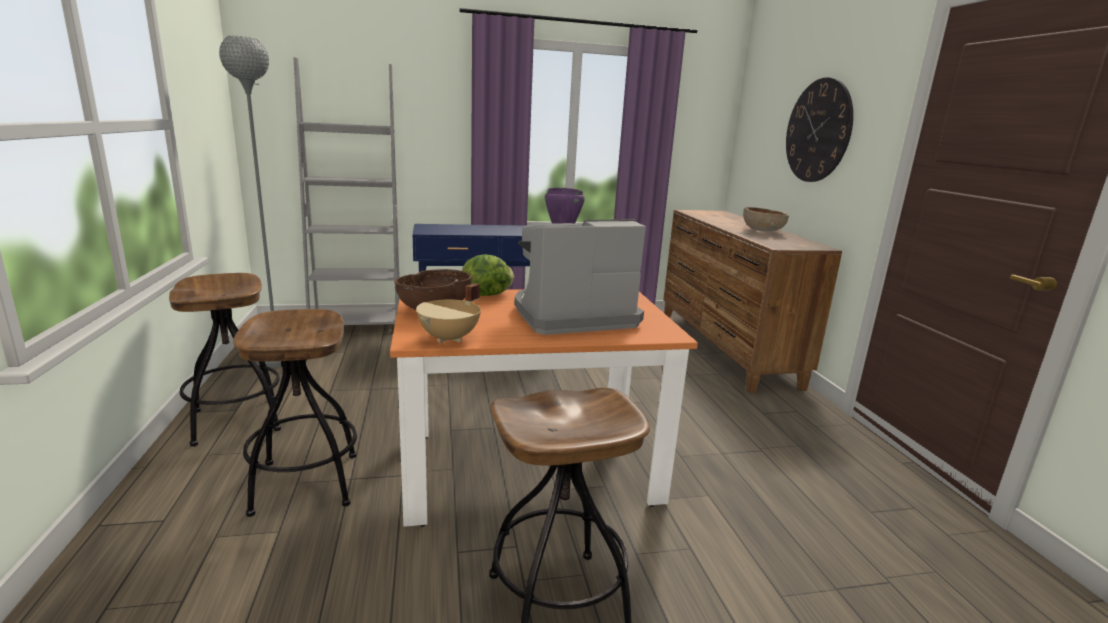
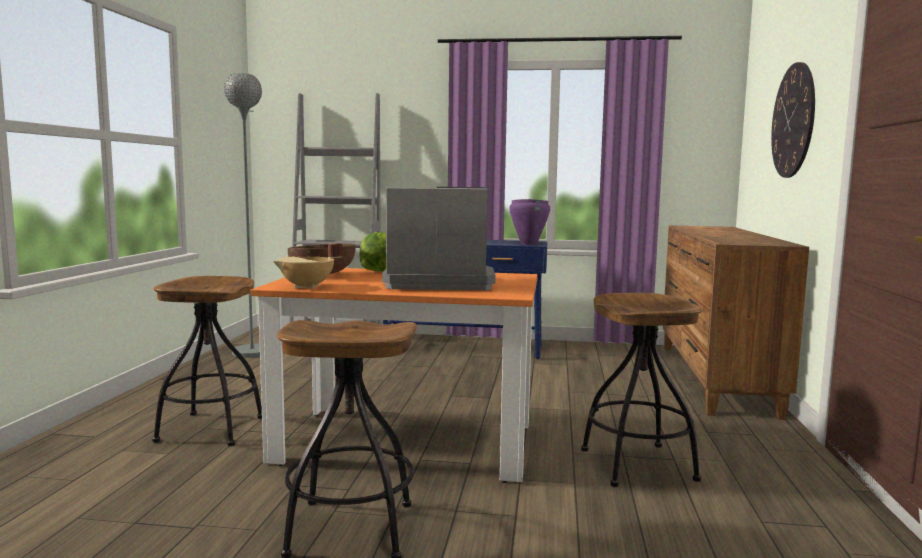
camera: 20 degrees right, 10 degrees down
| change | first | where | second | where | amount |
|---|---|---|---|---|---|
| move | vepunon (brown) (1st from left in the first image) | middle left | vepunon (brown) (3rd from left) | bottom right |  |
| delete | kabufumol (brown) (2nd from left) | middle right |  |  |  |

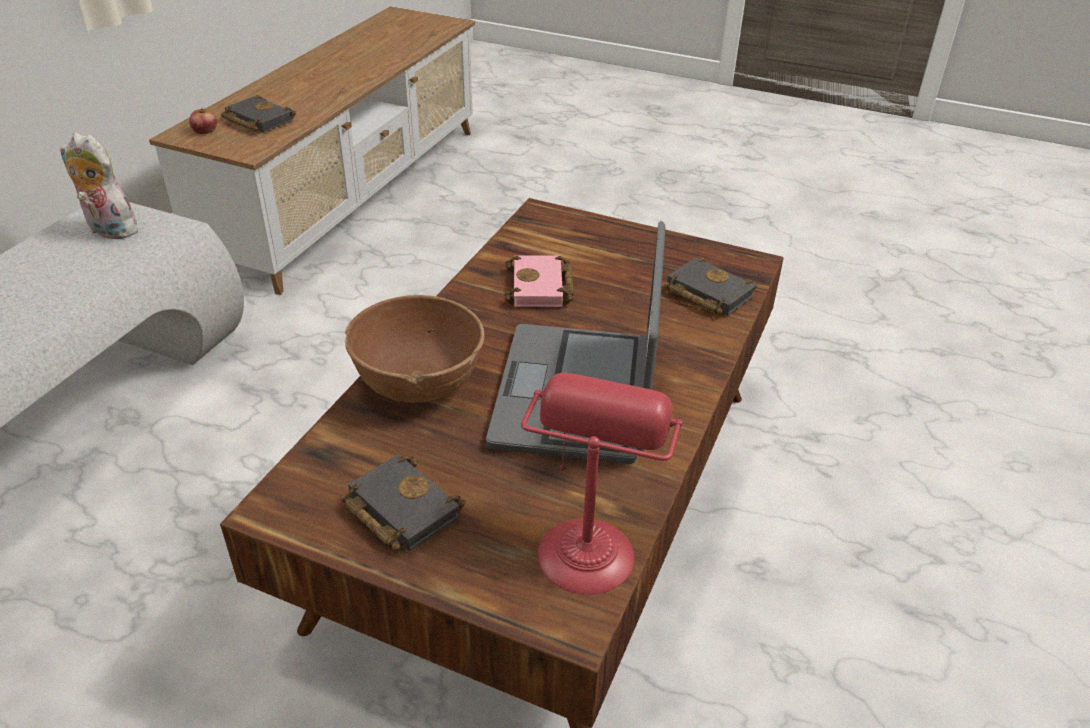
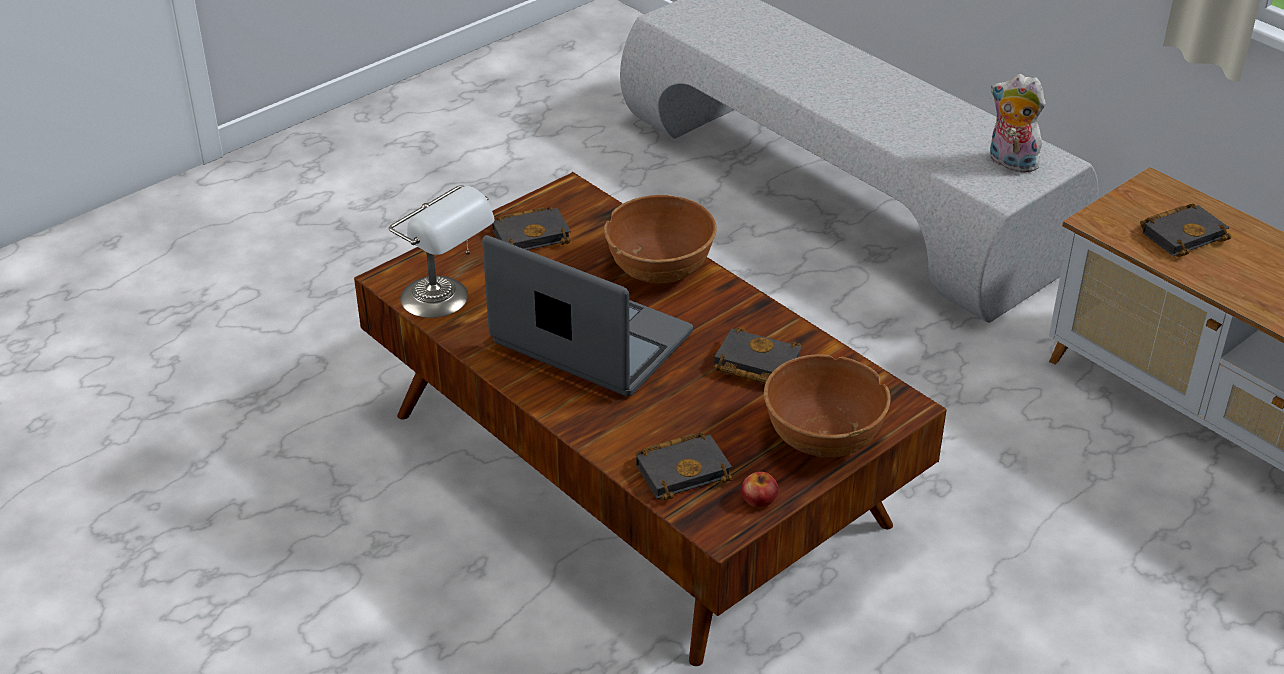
camera: 115 degrees right, 0 degrees up
| change | first | where | second | where | amount |
|---|---|---|---|---|---|
| rotate | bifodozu | top left |  | top right | 105 degrees counterclockwise |
| move | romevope | top left |  | bottom centre |  |
| recolor | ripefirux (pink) | centre | ripefirux (black) (3rd from left) | centre |  |
| recolor | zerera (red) | centre | zerera (white) | centre |  |
| insert |  |  | kabufumol (brown) (2nd from left) | centre |  |

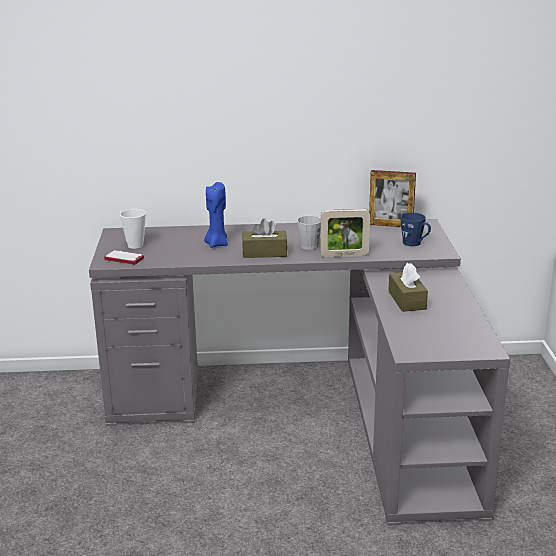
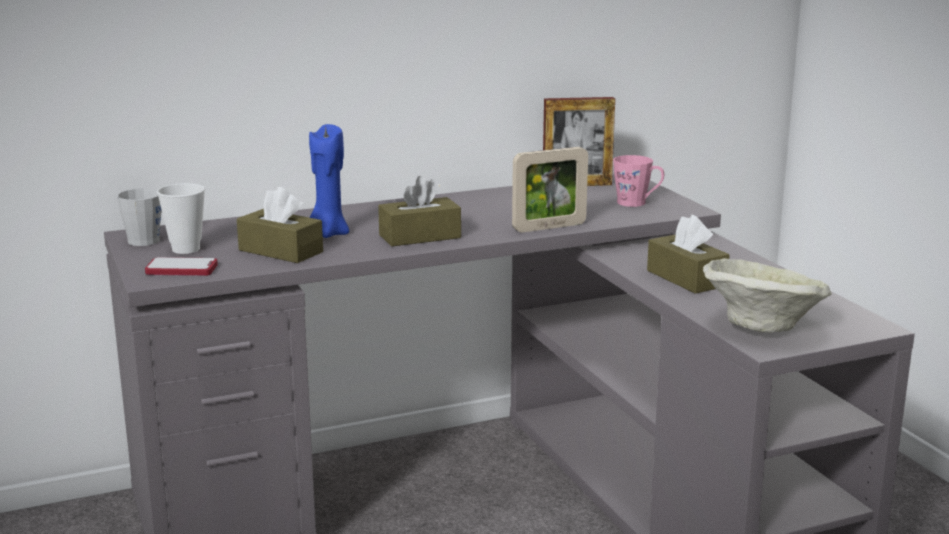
camera: 20 degrees left, 5 degrees down
| change | first | where | second | where | amount |
|---|---|---|---|---|---|
| move | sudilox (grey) | centre |  | middle left |  |
| recolor | sudilox (blue) | middle right | sudilox (pink) | middle right |  |
| insert |  |  | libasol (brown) (1st from left) | middle left |  |
| insert |  |  | kabufumol (beige) | middle right |  |

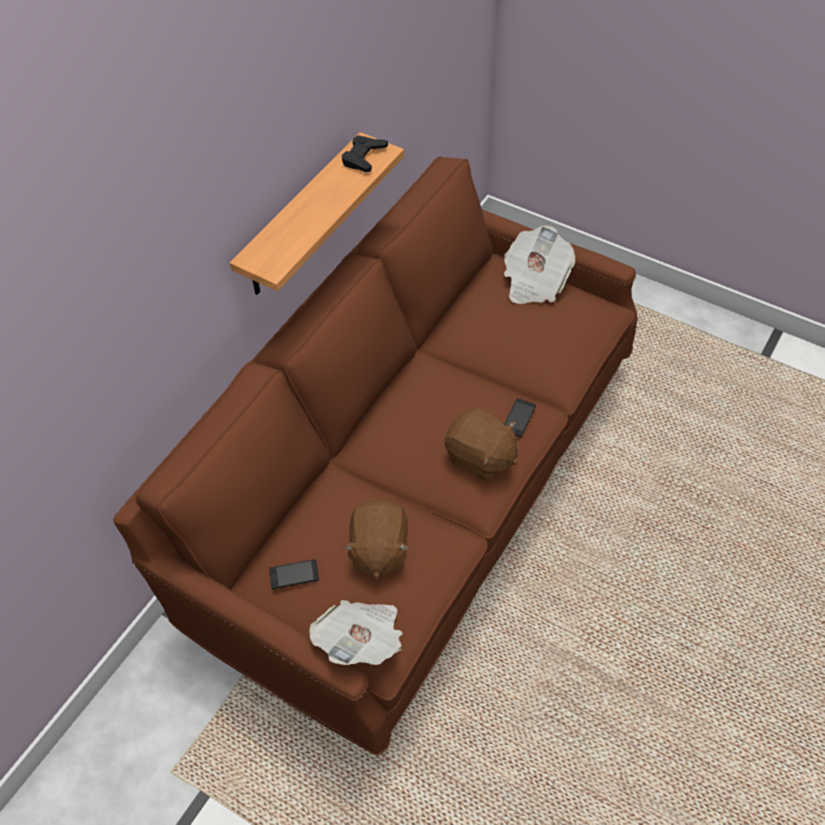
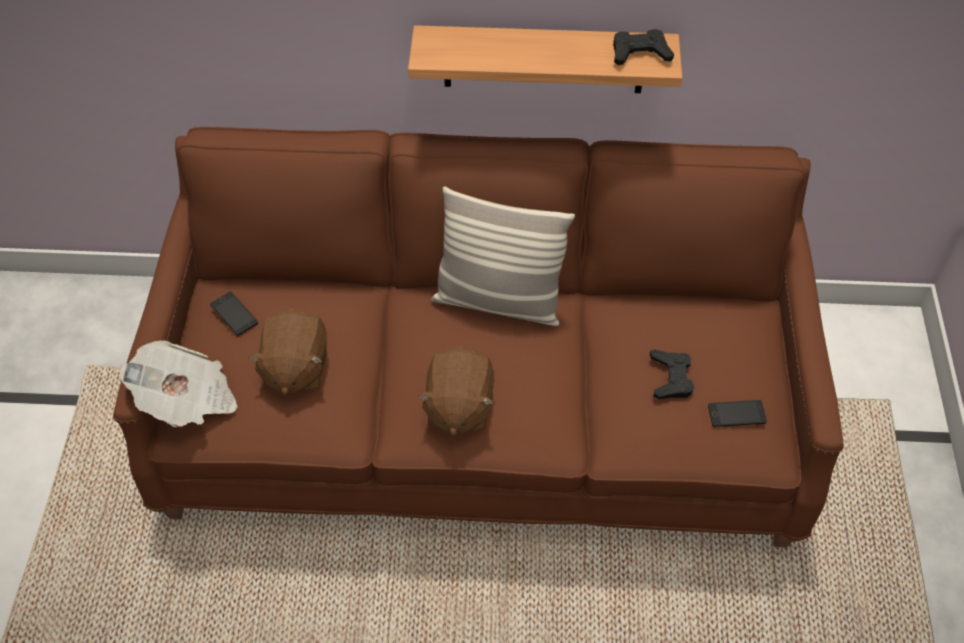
camera: 60 degrees right, 0 degrees up
| change | first | where | second | where | amount |
|---|---|---|---|---|---|
| rotate | bifodozu (brown) (1st from left) | centre |  | middle left | 60 degrees counterclockwise |
| delete | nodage (2nd from left) | top centre |  |  |  |
| move | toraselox (2nd from left) | centre |  | middle right |  |
| insert |  |  | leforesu | centre |  |
| insert |  |  | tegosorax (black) (2nd from left) | middle right |  |

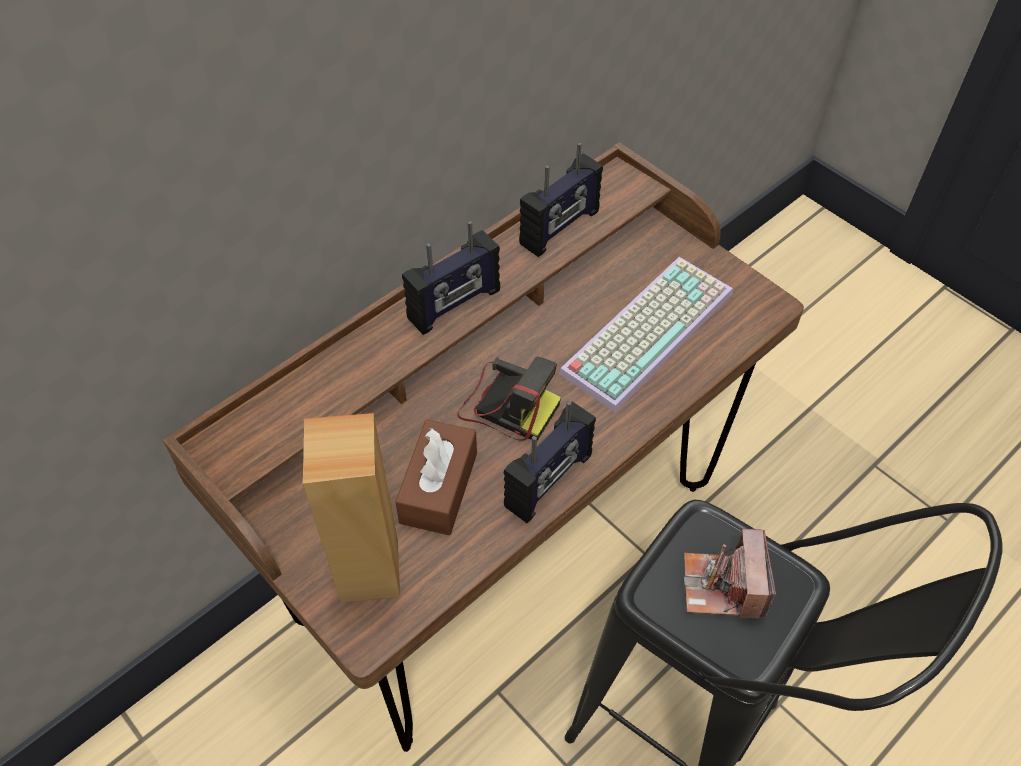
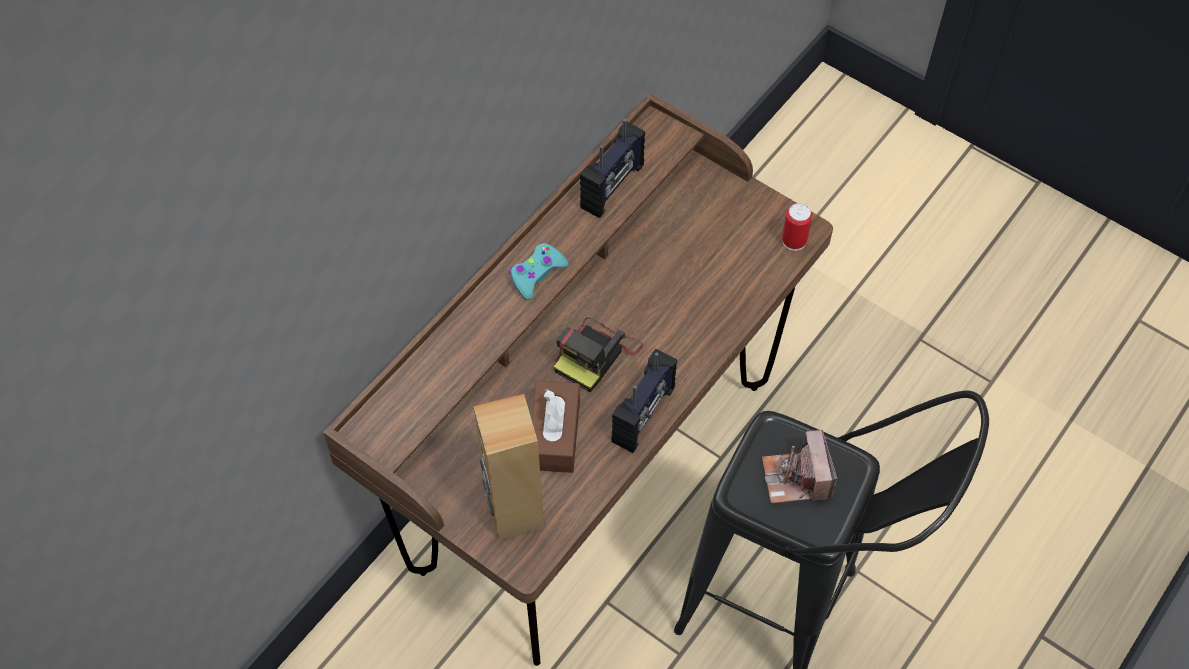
camera: 10 degrees left, 5 degrees up
| change | first | where | second | where | amount |
|---|---|---|---|---|---|
| replace | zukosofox (1st from left) | centre | tegosorax (turquoise) | centre |  |
| rotate | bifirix (1st from left) | centre |  | centre | 105 degrees clockwise |
| delete | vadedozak | centre |  |  |  |
| insert |  |  | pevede | middle right |  |

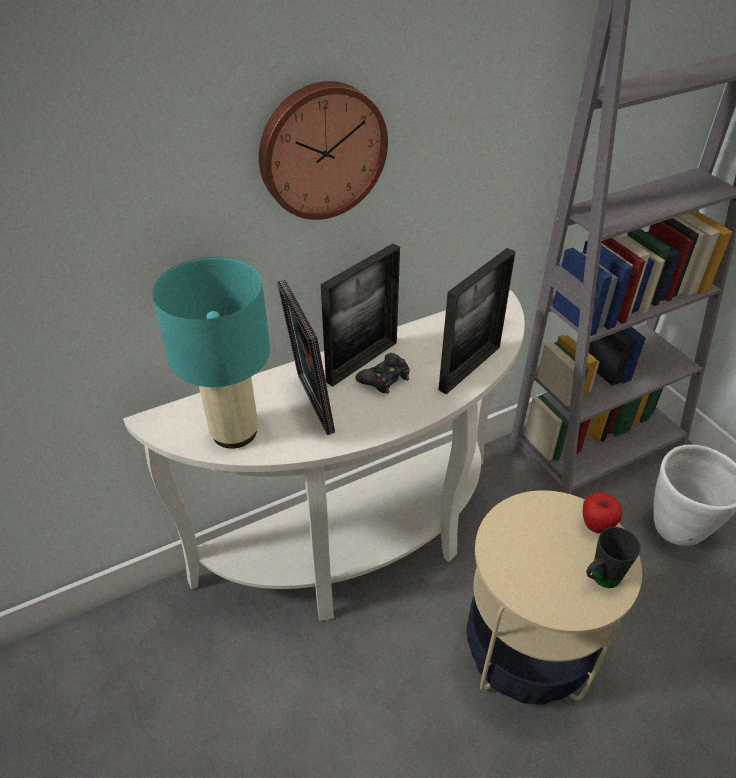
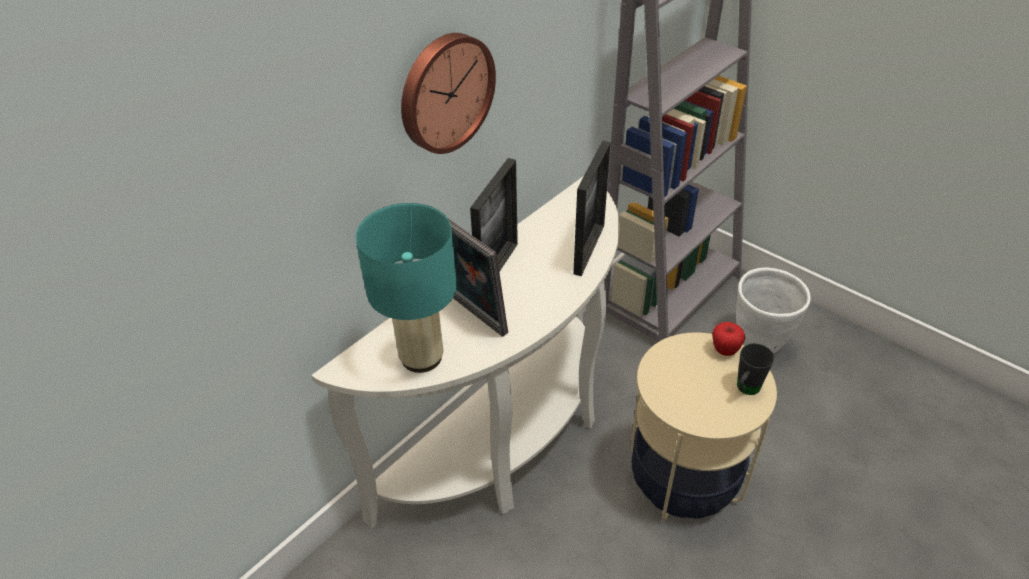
camera: 20 degrees left, 0 degrees up
| change | first | where | second | where | amount |
|---|---|---|---|---|---|
| delete | tegosorax (black) | centre |  |  |  |

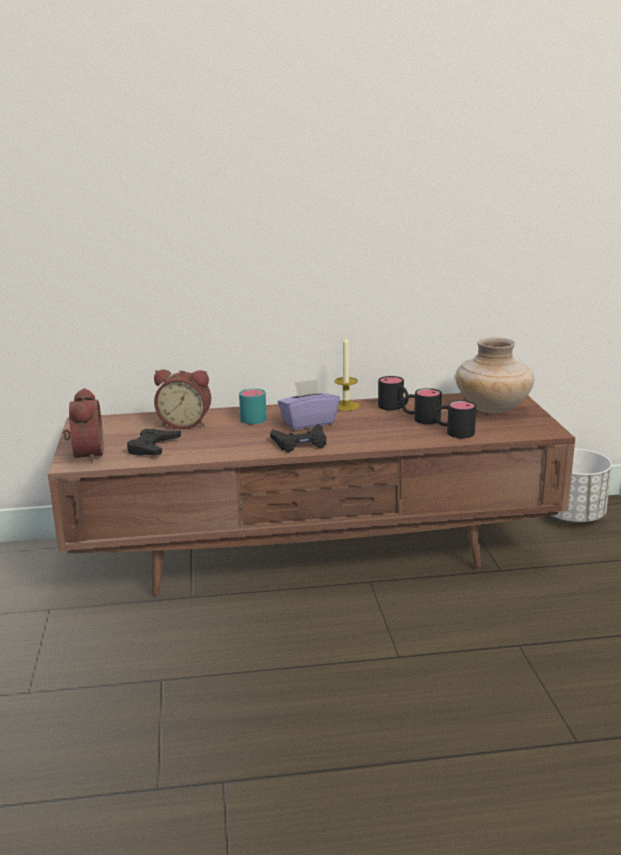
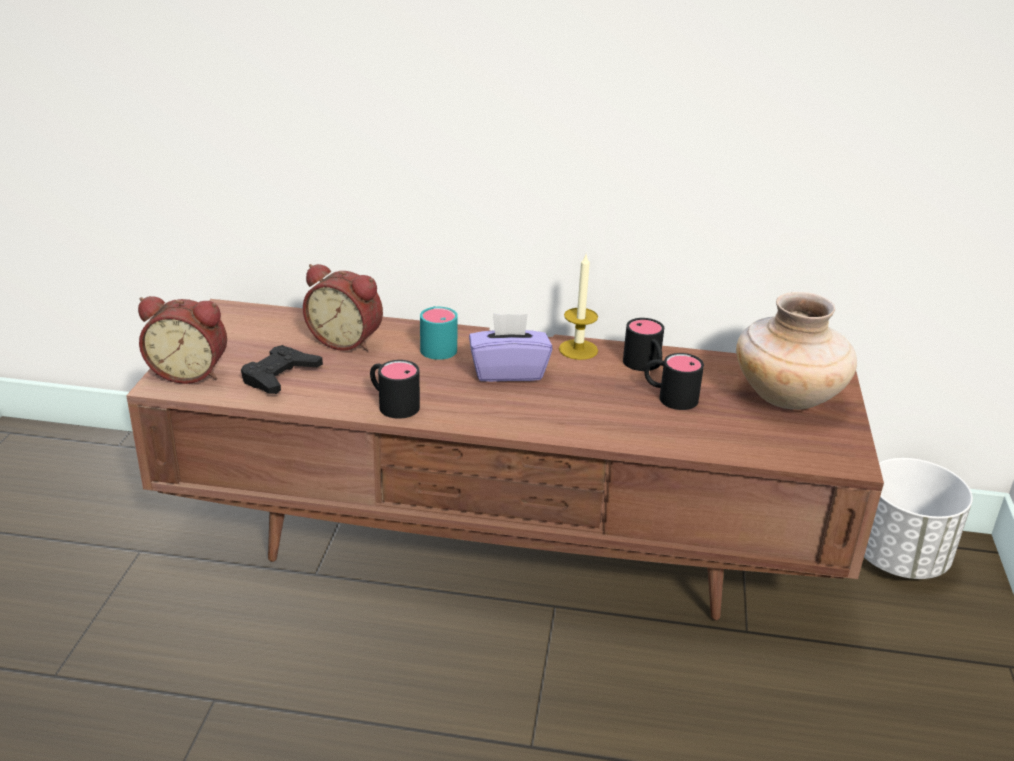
camera: 15 degrees right, 10 degrees up
| change | first | where | second | where | amount |
|---|---|---|---|---|---|
| rotate | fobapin (1st from left) | middle left |  | middle left | 90 degrees clockwise |
| delete | tegosorax (black) (2nd from left) | centre |  |  |  |
| move | sudilox (black) (3rd from left in the first image) | middle right | sudilox (black) (1st from left) | centre |  |

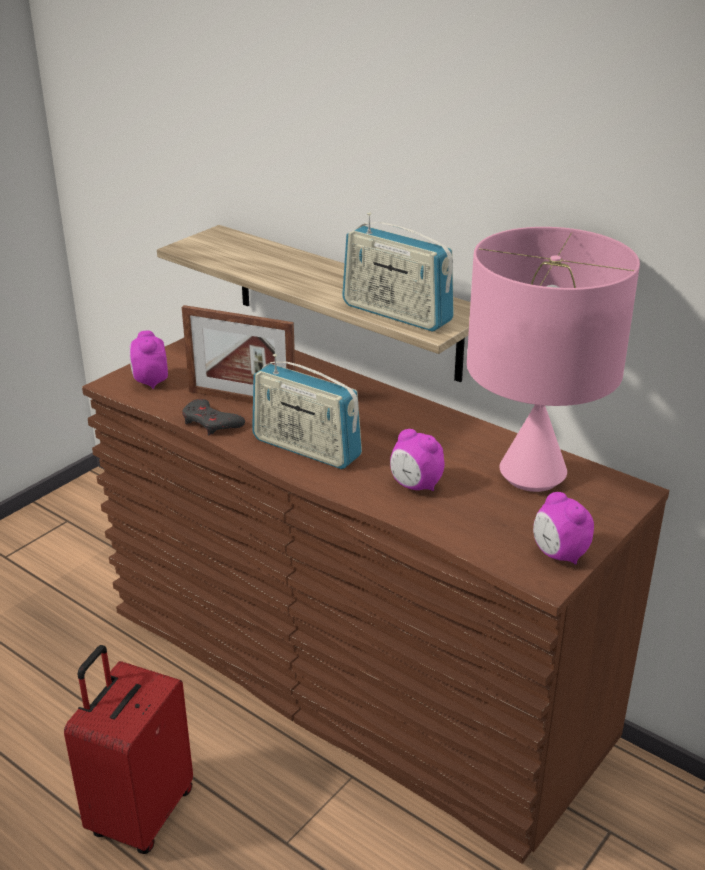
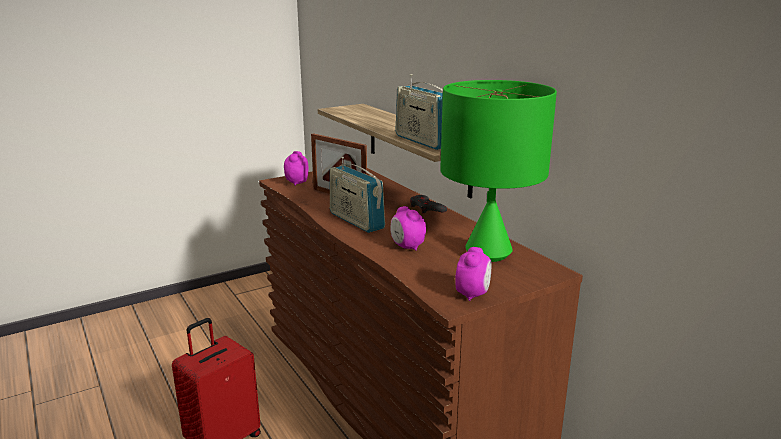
camera: 20 degrees right, 10 degrees down
| change | first | where | second | where | amount |
|---|---|---|---|---|---|
| move | tegosorax (grey) | middle left |  | centre |  |
| recolor | zerera (pink) | middle right | zerera (green) | centre |  |
| rotate | fobapin (3rd from left) | middle right |  | centre | 150 degrees counterclockwise |

